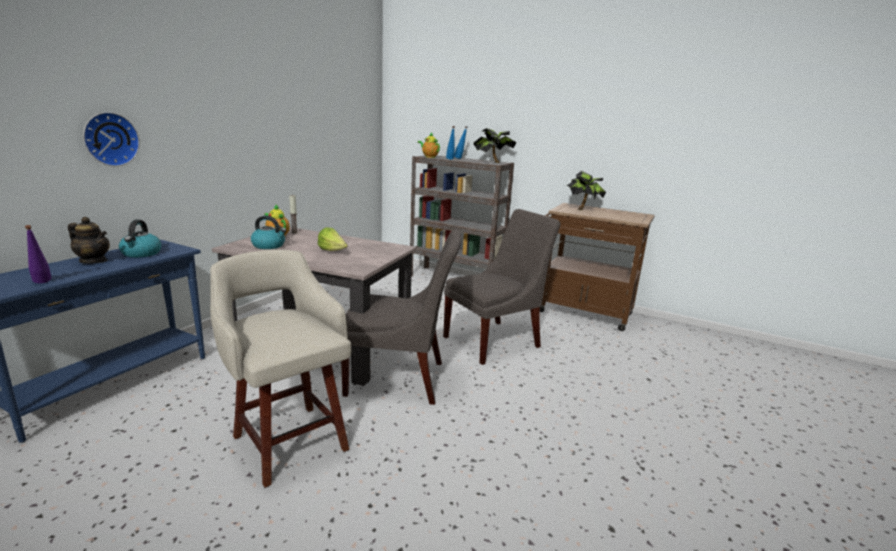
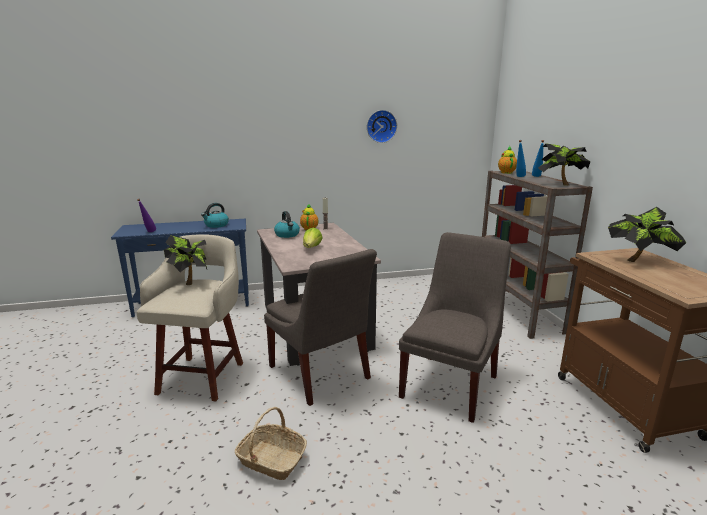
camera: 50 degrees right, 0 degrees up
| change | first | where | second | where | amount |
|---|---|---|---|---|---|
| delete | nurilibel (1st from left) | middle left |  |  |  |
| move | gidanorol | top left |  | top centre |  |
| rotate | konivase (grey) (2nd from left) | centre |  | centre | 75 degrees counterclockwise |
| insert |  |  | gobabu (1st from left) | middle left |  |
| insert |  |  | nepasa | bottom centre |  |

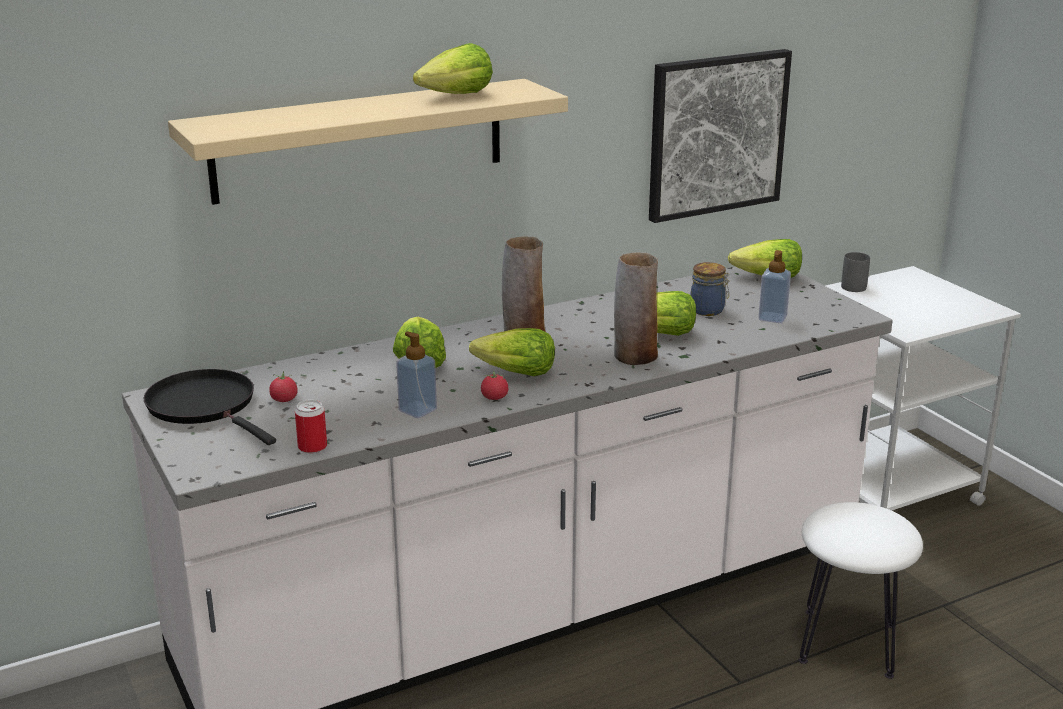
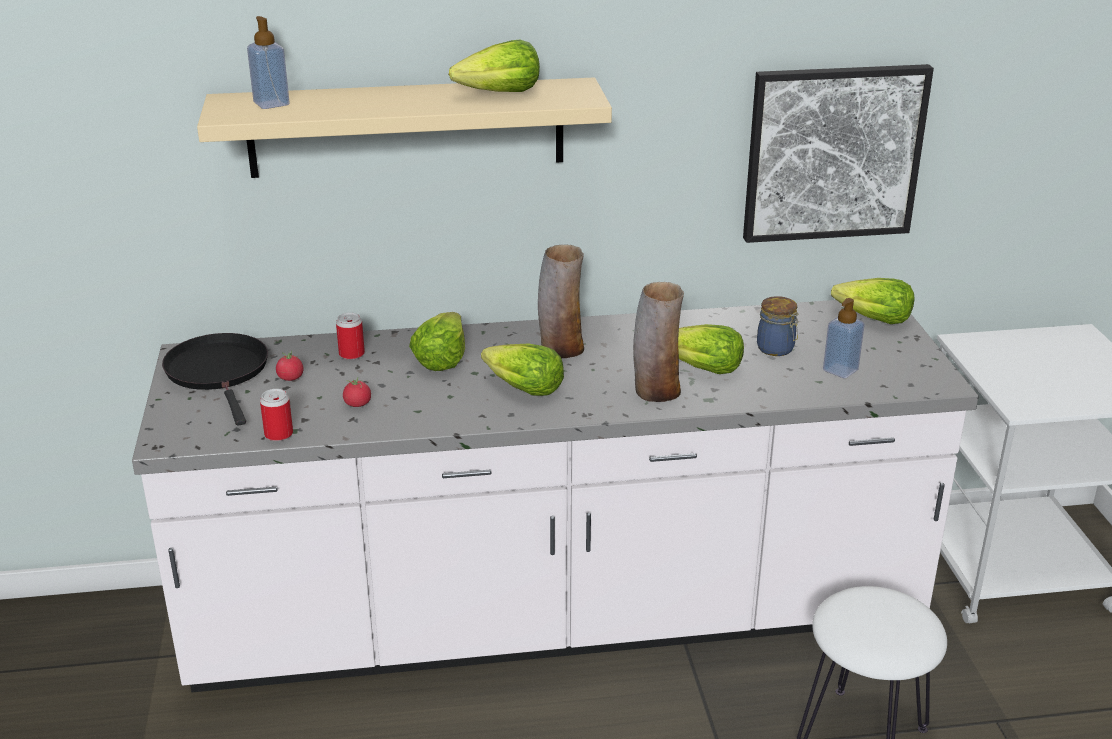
camera: 20 degrees right, 5 degrees up
| change | first | where | second | where | amount |
|---|---|---|---|---|---|
| move | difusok (1st from left) | centre |  | top left |  |
| move | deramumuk (2nd from left) | centre |  | middle left |  |
| delete | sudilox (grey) | middle right |  |  |  |
| insert |  |  | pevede (2nd from left) | middle left |  |

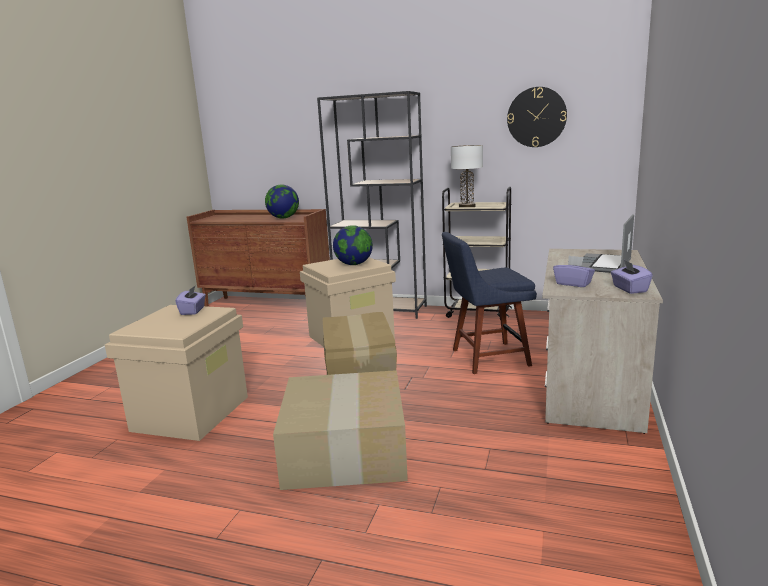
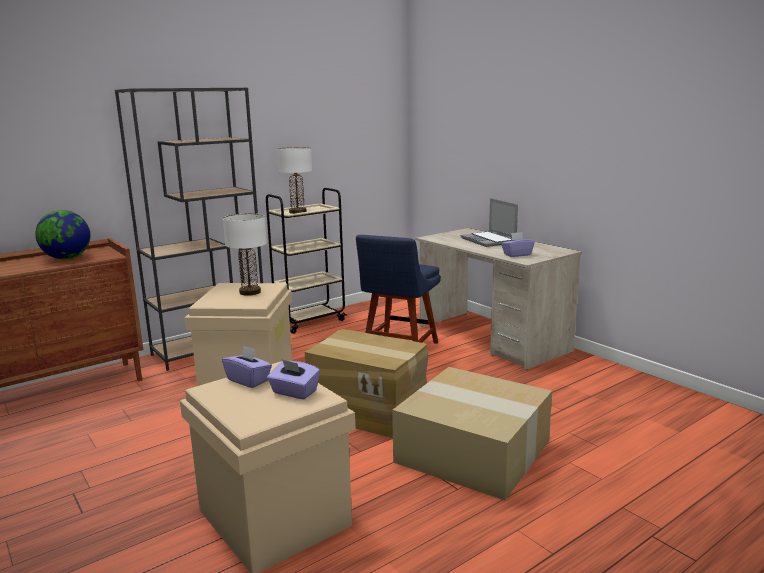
camera: 55 degrees left, 0 degrees up
| change | first | where | second | where | amount |
|---|---|---|---|---|---|
| replace | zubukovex (2nd from left) | centre | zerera (1st from left) | middle left |  |
| delete | gidanorol | top right |  |  |  |
| move | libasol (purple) (3rd from left in the first image) | middle right | libasol (purple) (2nd from left) | centre |  |

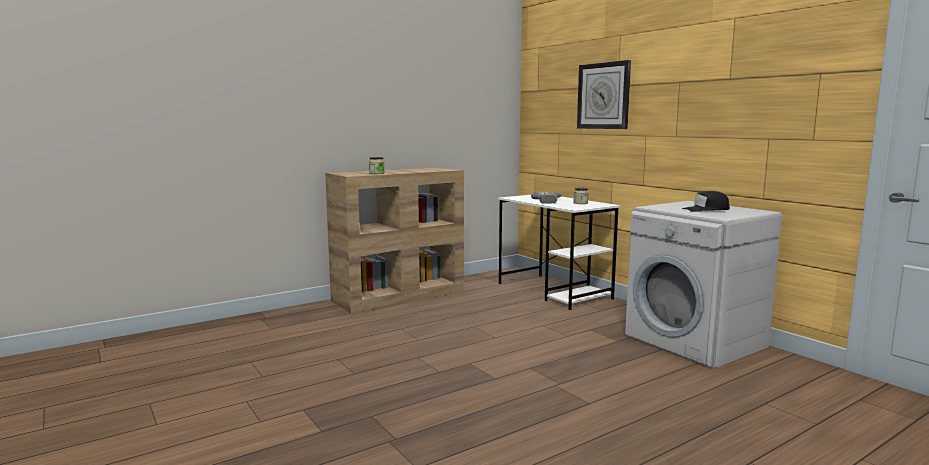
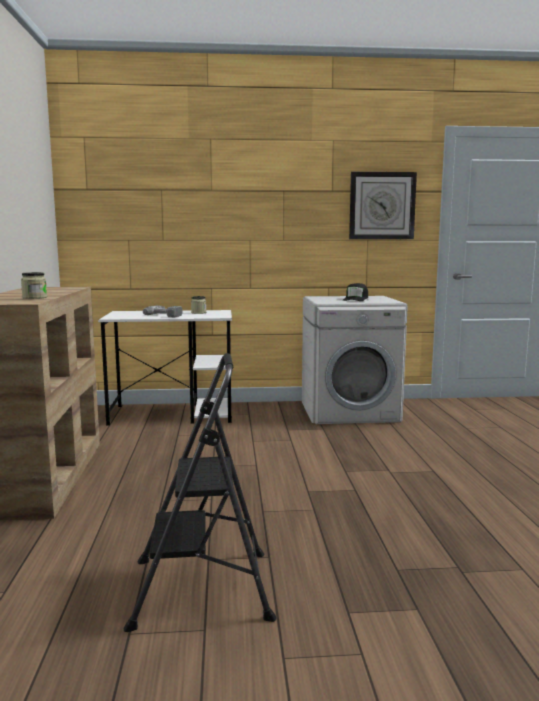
camera: 60 degrees left, 0 degrees up
| change | first | where | second | where | amount |
|---|---|---|---|---|---|
| move | gidanorol | top centre |  | top right |  |
| insert |  |  | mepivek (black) | bottom centre |  |

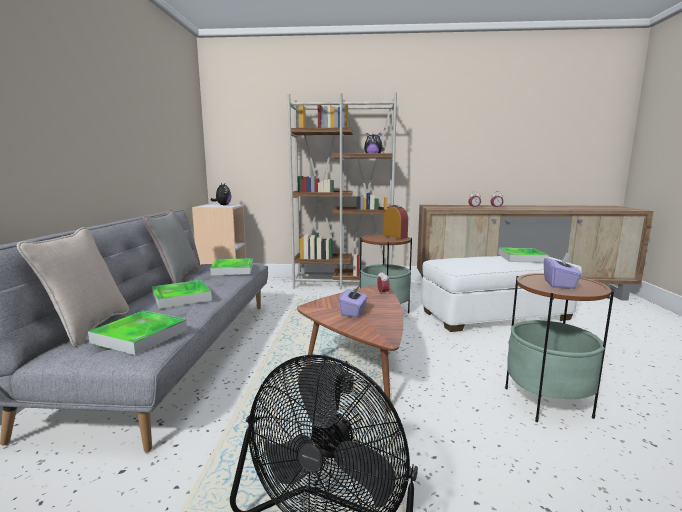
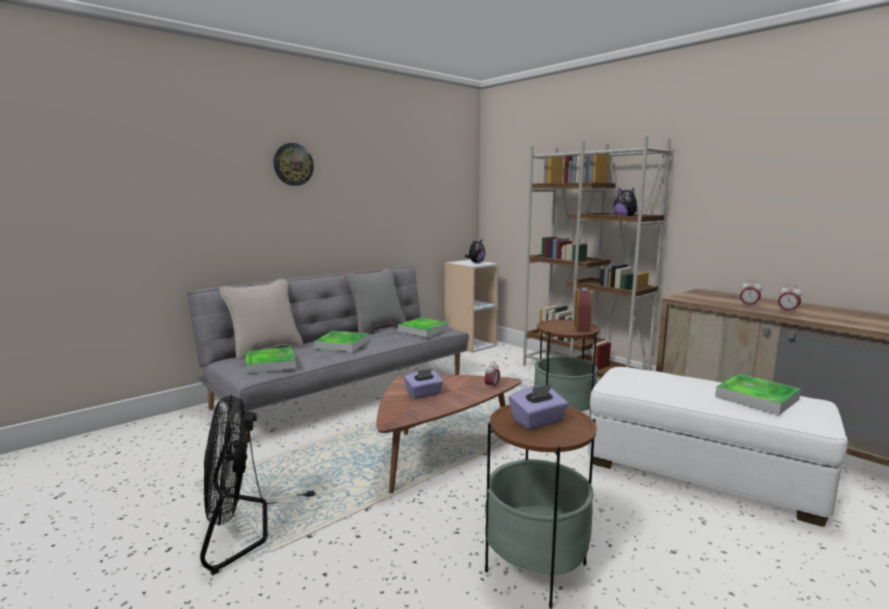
camera: 45 degrees right, 0 degrees up
| change | first | where | second | where | amount |
|---|---|---|---|---|---|
| insert |  |  | gidanorol | top left |  |

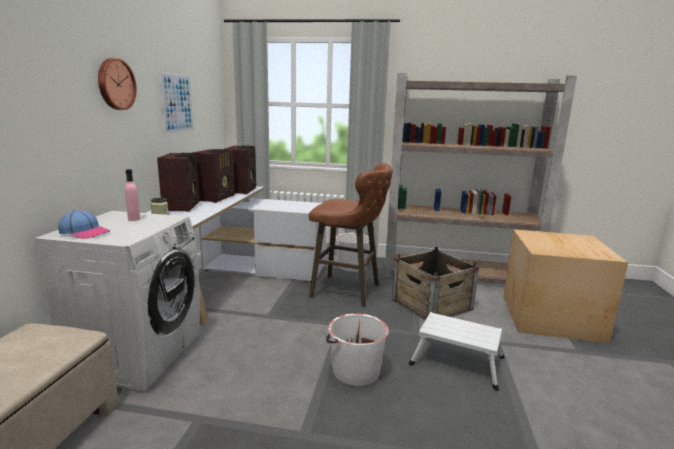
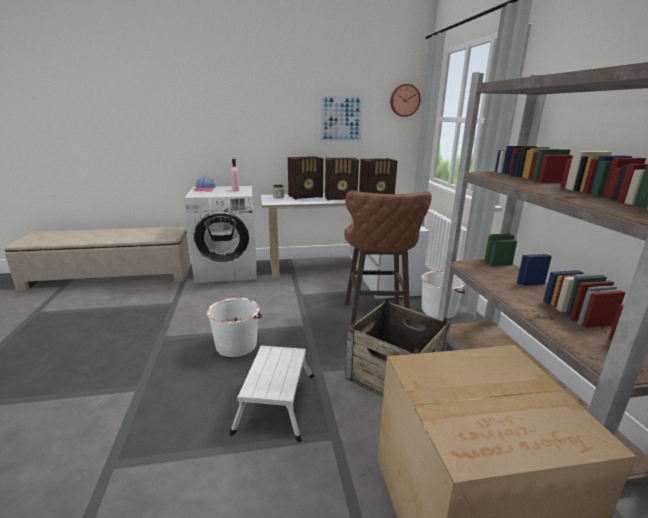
camera: 70 degrees right, 5 degrees up
| change | first | where | second | where | amount |
|---|---|---|---|---|---|
| move | gidanorol | top left |  | top centre |  |

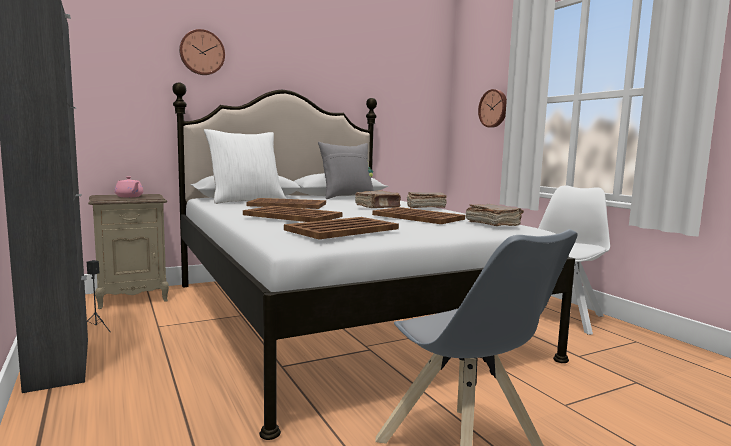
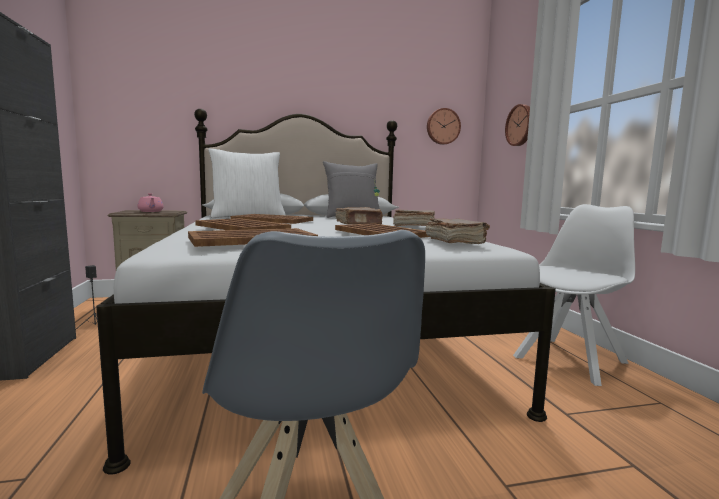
camera: 15 degrees right, 0 degrees up
| change | first | where | second | where | amount |
|---|---|---|---|---|---|
| move | gidanorol (1st from left) | top left |  | top centre |  |

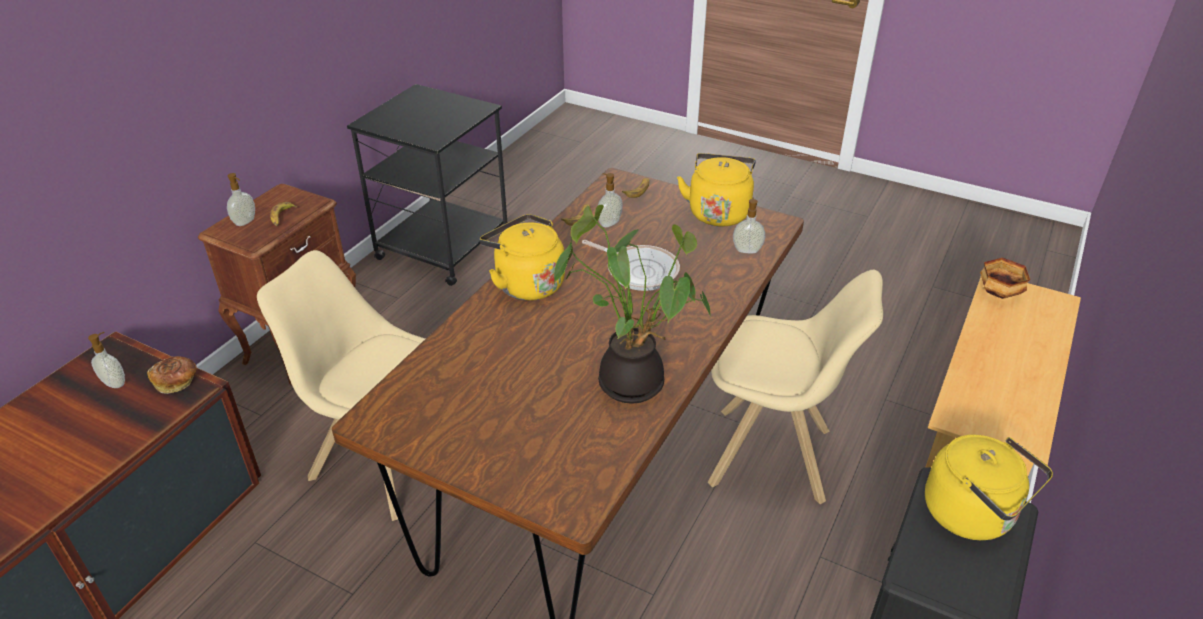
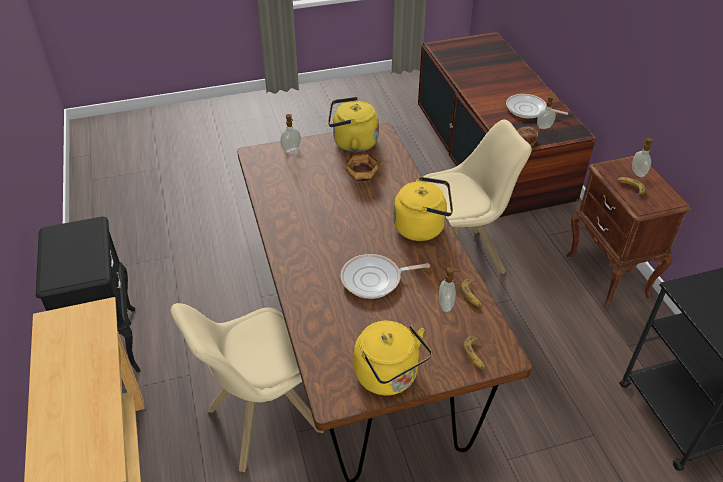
camera: 135 degrees right, 5 degrees up
| change | first | where | second | where | amount |
|---|---|---|---|---|---|
| delete | gobabu | centre |  |  |  |
| move | difusok (4th from left in the first image) | centre | difusok (1st from left) | top centre |  |
| move | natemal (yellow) (3rd from left in the first image) | bottom right | natemal (yellow) (1st from left) | top centre |  |
| move | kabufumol | middle right |  | centre |  |
| insert |  |  | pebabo (2nd from left) | top right |  |

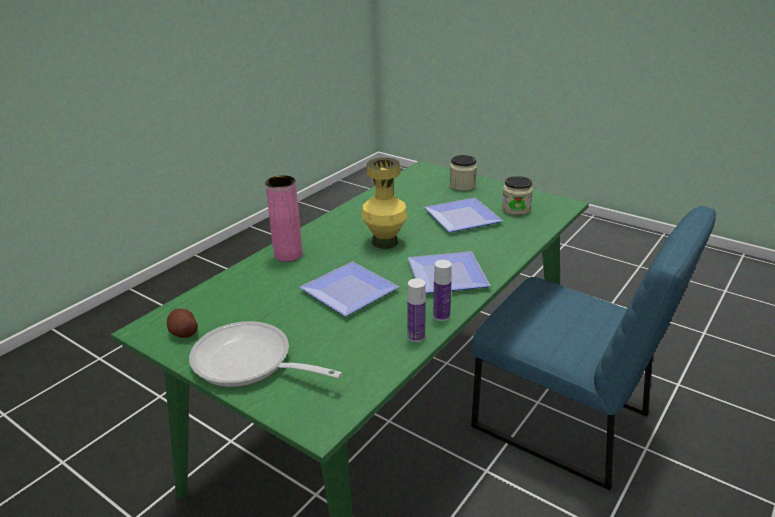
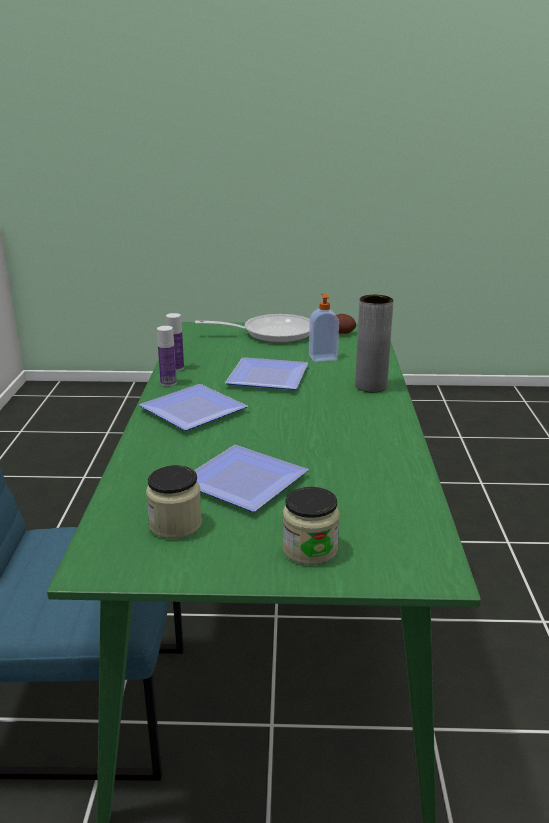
camera: 145 degrees right, 5 degrees down
| change | first | where | second | where | amount |
|---|---|---|---|---|---|
| recolor | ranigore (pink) | centre | ranigore (grey) | middle right |  |
| delete | ranigore (yellow) | centre |  |  |  |
| insert |  |  | difusok | centre |  |

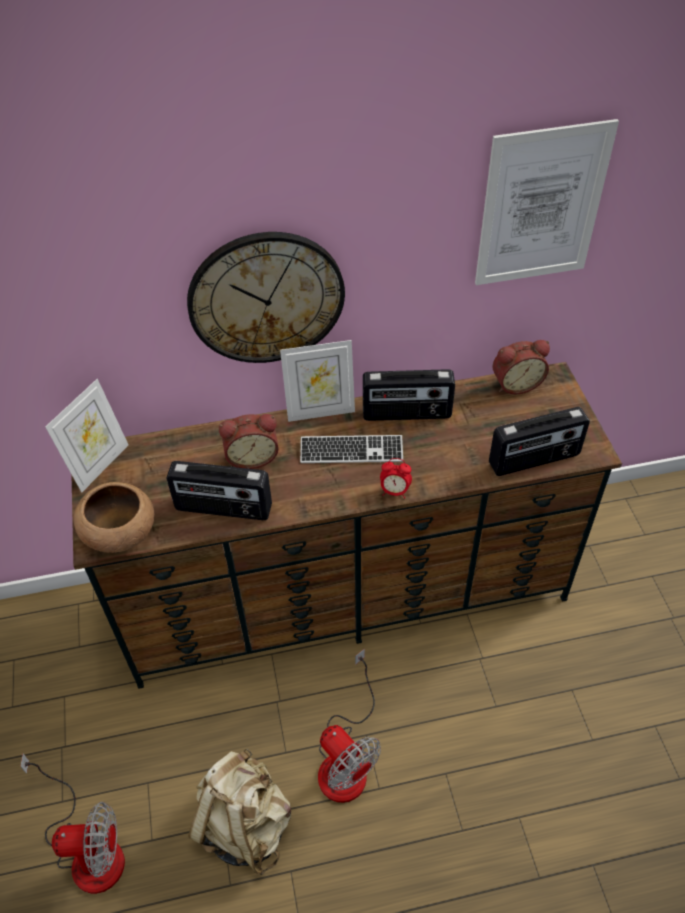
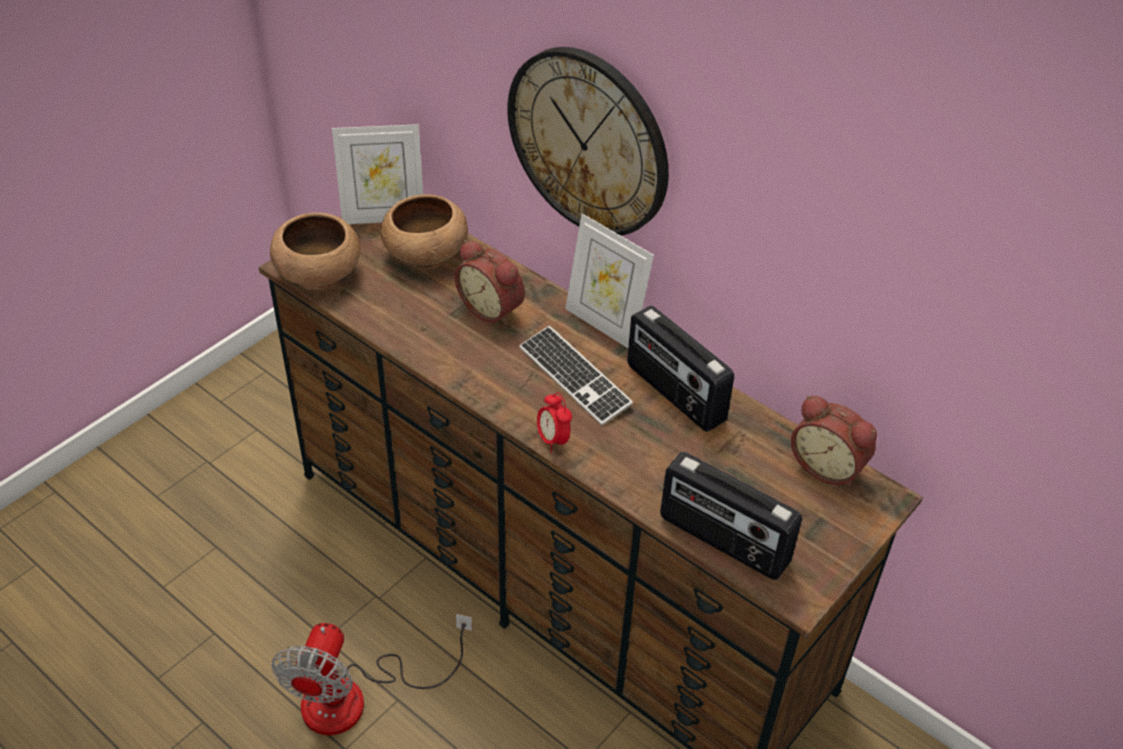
camera: 50 degrees right, 5 degrees down
| change | first | where | second | where | amount |
|---|---|---|---|---|---|
| delete | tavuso (1st from left) | bottom left |  |  |  |
| delete | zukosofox (1st from left) | middle left |  |  |  |
| delete | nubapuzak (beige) | bottom centre |  |  |  |
| delete | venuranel | top right |  |  |  |
| insert |  |  | kabufumol (brown) (2nd from left) | top centre |  |

